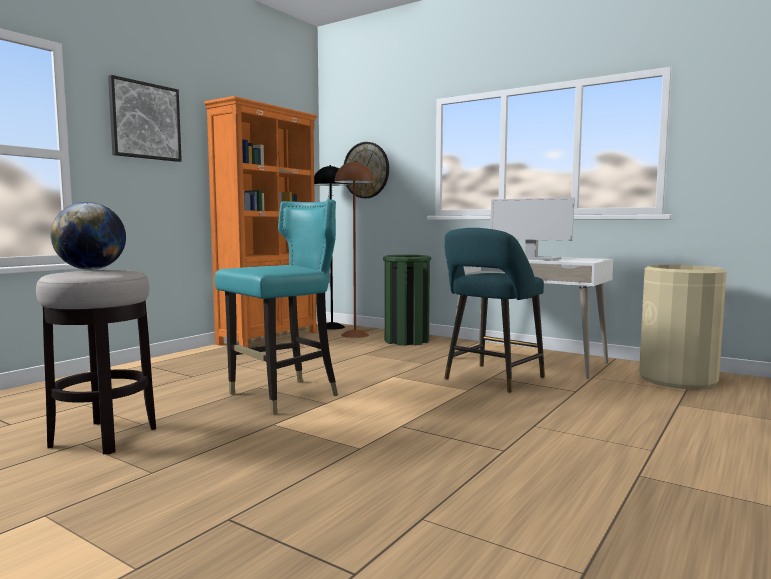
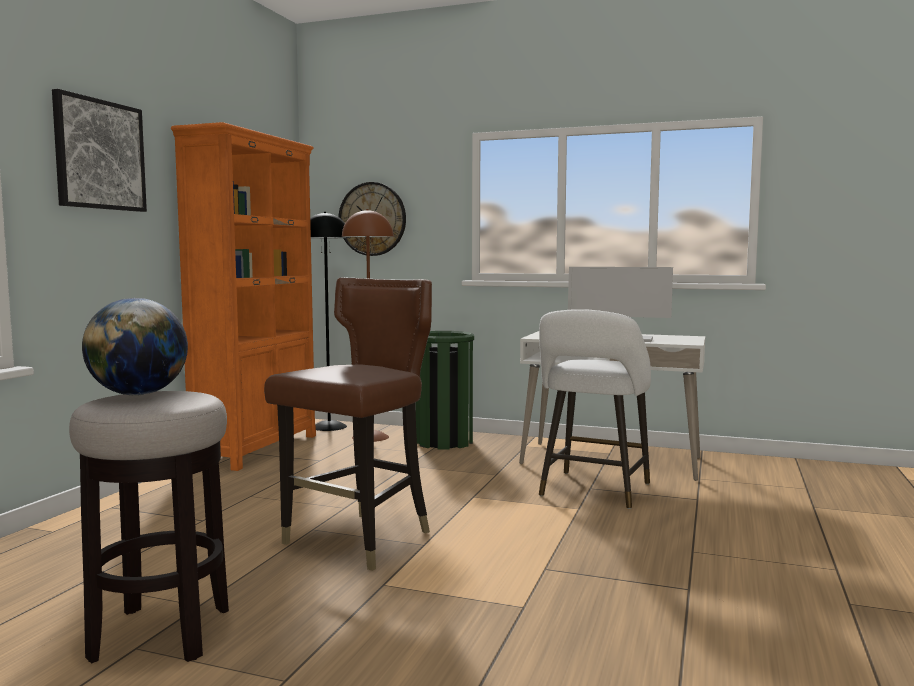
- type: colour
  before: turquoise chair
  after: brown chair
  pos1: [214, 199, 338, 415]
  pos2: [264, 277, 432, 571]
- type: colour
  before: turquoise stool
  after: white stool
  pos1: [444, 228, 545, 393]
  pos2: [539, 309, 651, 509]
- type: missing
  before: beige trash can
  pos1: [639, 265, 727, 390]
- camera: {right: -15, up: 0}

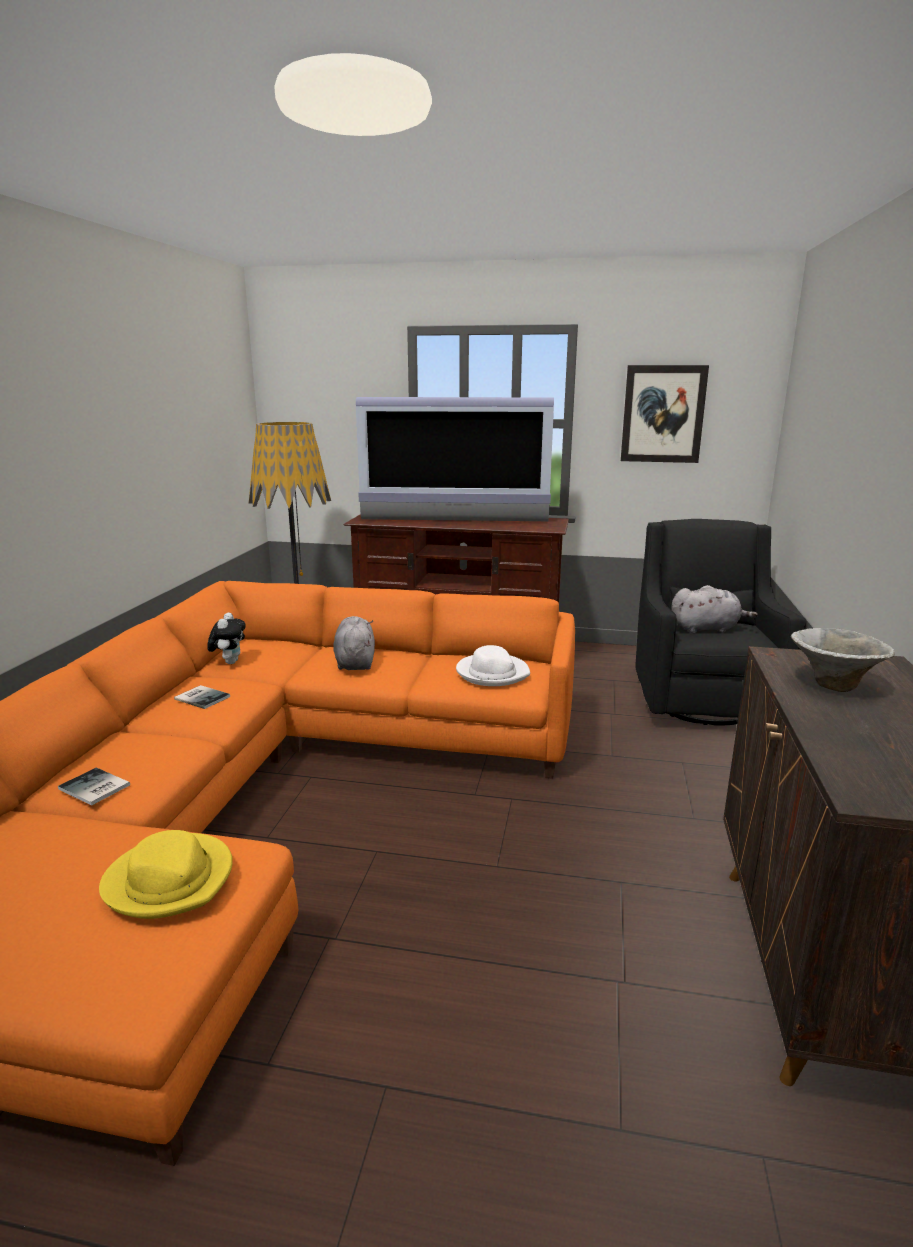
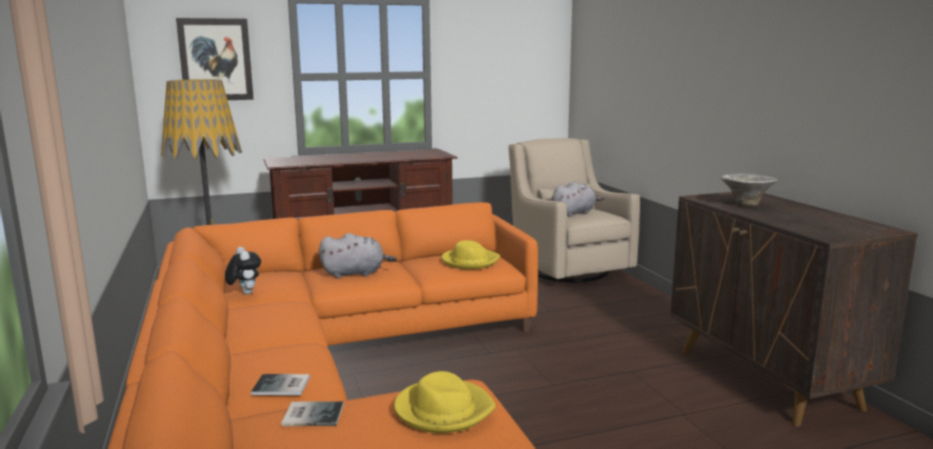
- type: relocated
  before: book
  pos1: [174, 685, 230, 709]
  pos2: [281, 401, 344, 426]
- type: spun
  before: grey plush toy
  pos1: [333, 616, 375, 670]
  pos2: [319, 233, 397, 278]
  turn: 120
- type: missing
  before: television
  pos1: [356, 397, 554, 521]
- type: colour
  before: white hat
  after: yellow hat
  pos1: [456, 645, 530, 686]
  pos2: [441, 240, 500, 269]
- type: relocated
  before: picture
  pos1: [621, 365, 709, 463]
  pos2: [176, 18, 254, 100]
- type: colour
  before: black armchair
  after: beige armchair
  pos1: [636, 519, 806, 726]
  pos2: [509, 138, 640, 283]
- camera: {right: -30, up: -5}

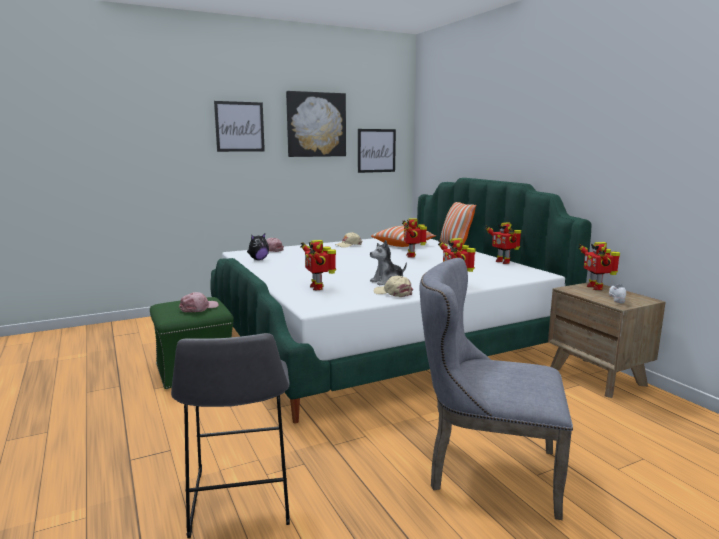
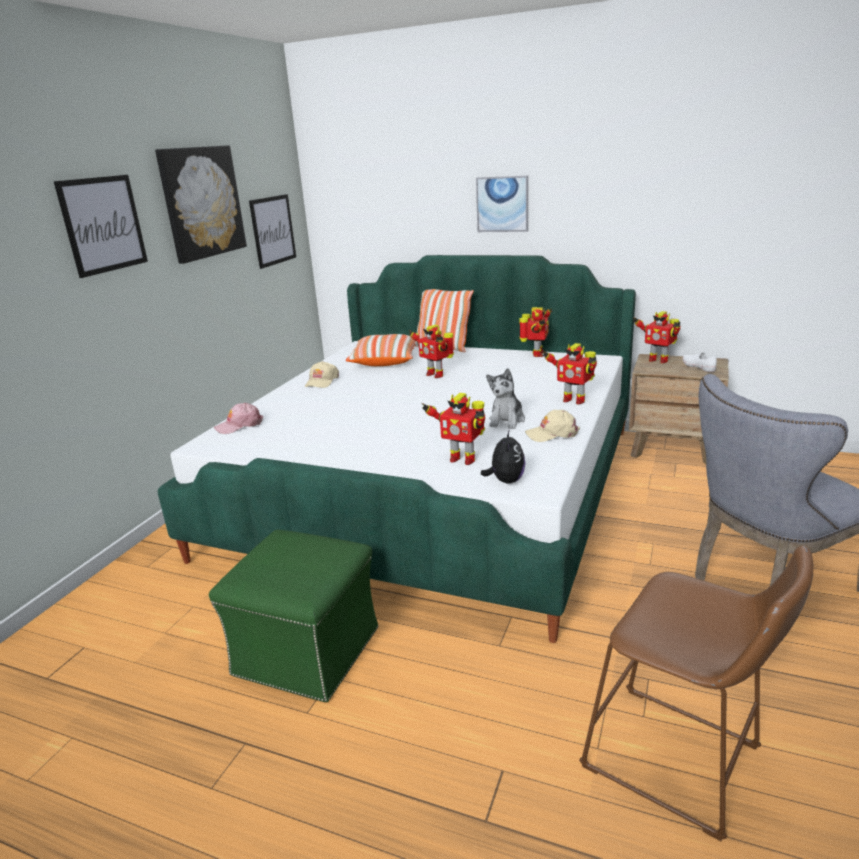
- type: colour
  before: grey stool
  after: brown stool
  pos1: [171, 333, 290, 538]
  pos2: [579, 545, 813, 841]
- type: missing
  before: pink cap
  pos1: [179, 292, 219, 312]
- type: relocated
  before: plush toy
  pos1: [247, 233, 269, 260]
  pos2: [481, 429, 525, 484]
- type: spun
  before: toy robot
  pos1: [486, 222, 521, 264]
  pos2: [519, 307, 552, 357]
  turn: -90
- type: appeared
  after: picture
  pos2: [476, 176, 528, 232]
- camera: {right: -40, up: 10}

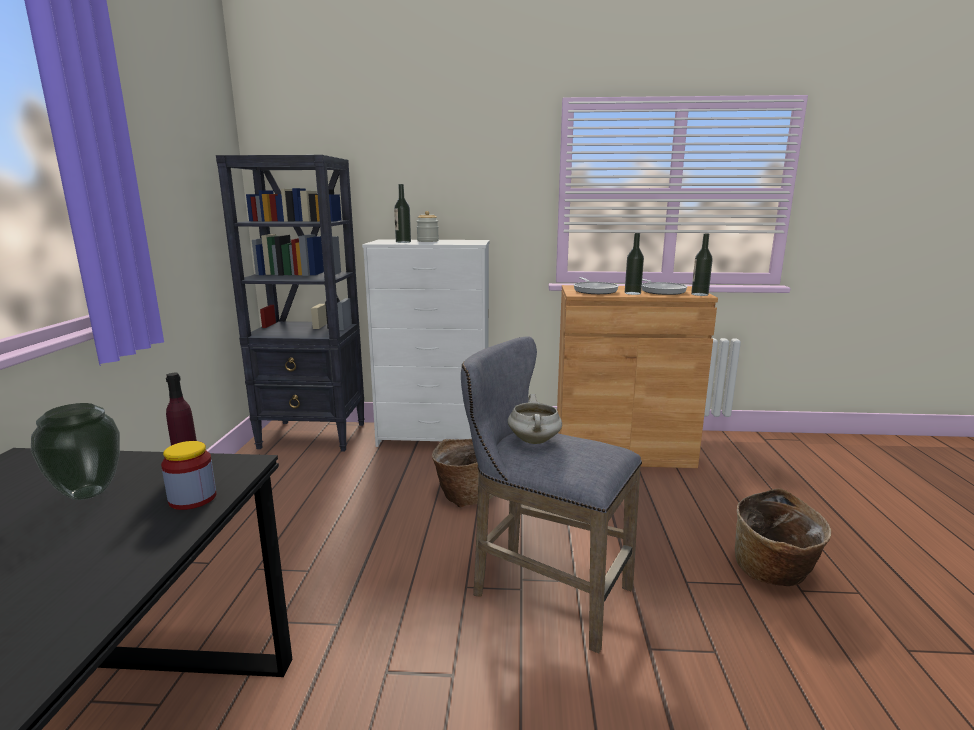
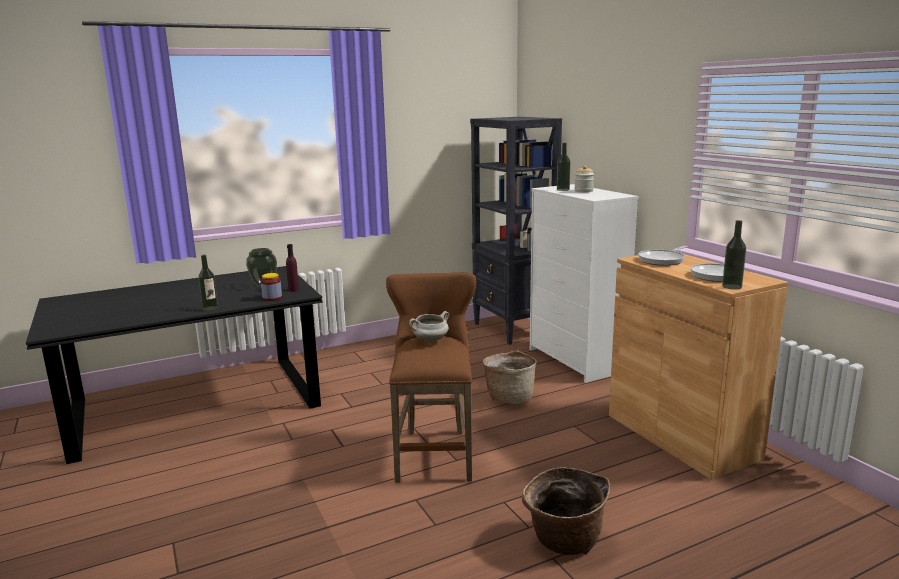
- type: colour
  before: grey stool
  after: brown stool
  pos1: [461, 336, 642, 653]
  pos2: [386, 273, 477, 483]
- type: relocated
  before: bottle
  pos1: [625, 233, 644, 295]
  pos2: [198, 255, 218, 311]
- camera: {right: 60, up: 0}

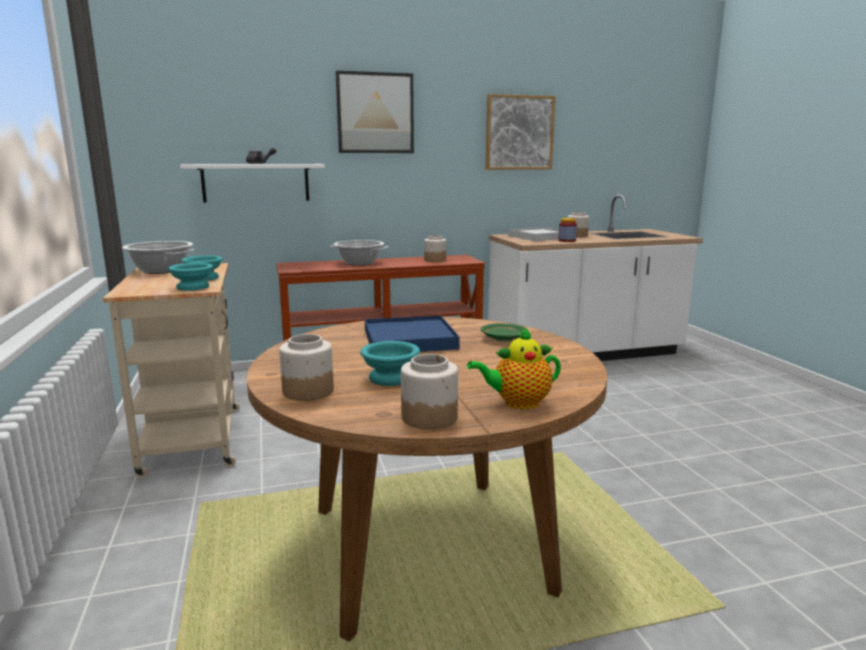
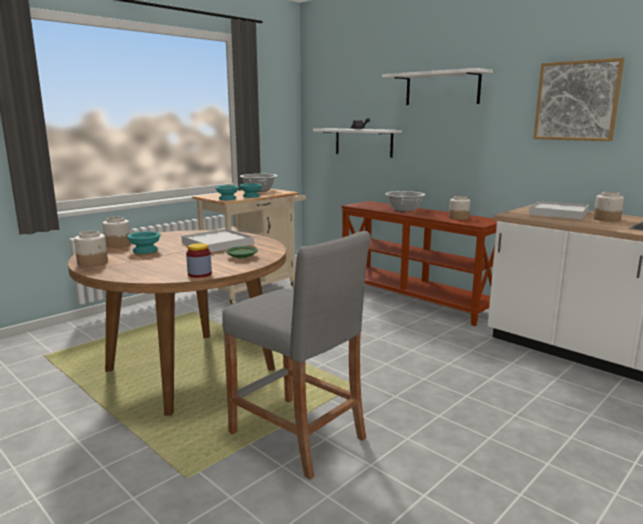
- type: exchanged
  before: picture
  after: white shelf
  pos1: [335, 71, 414, 153]
  pos2: [382, 68, 493, 105]
- type: colour
  before: blue tray
  after: white tray
  pos1: [365, 315, 460, 352]
  pos2: [181, 229, 254, 252]
- type: missing
  before: teapot
  pos1: [467, 327, 561, 409]
- type: relocated
  before: jar
  pos1: [558, 218, 577, 242]
  pos2: [186, 243, 212, 278]
- type: appeared
  after: grey stool
  pos2: [222, 231, 371, 480]
- camera: {right: 60, up: 0}

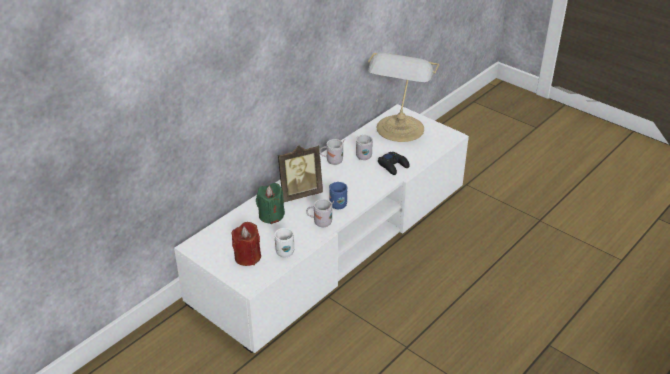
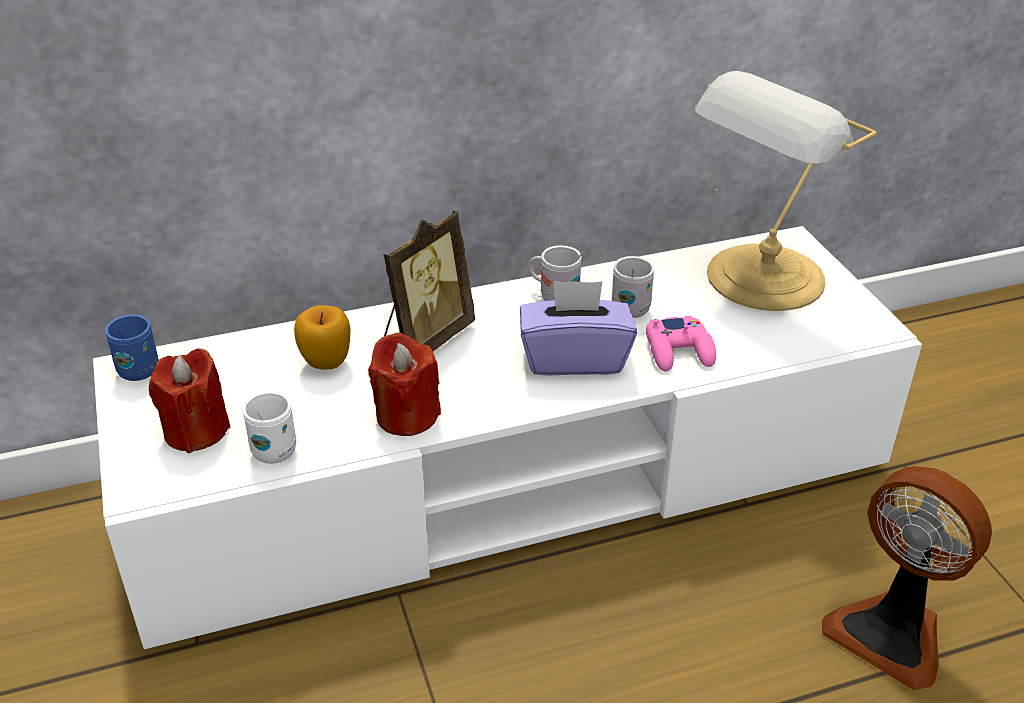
- type: exchanged
  before: green candle
  after: apple
  pos1: [256, 183, 285, 224]
  pos2: [294, 305, 351, 369]
- type: spun
  before: picture frame
  pos1: [278, 145, 323, 202]
  pos2: [384, 211, 475, 351]
  turn: -60
- type: exchanged
  before: white mug
  after: red candle
  pos1: [306, 199, 334, 227]
  pos2: [368, 332, 441, 436]
- type: relocated
  before: blue mug
  pos1: [329, 182, 347, 209]
  pos2: [105, 314, 159, 381]
- type: colour
  before: black game controller
  after: pink game controller
  pos1: [378, 152, 410, 175]
  pos2: [646, 316, 716, 371]
- type: appeared
  after: purple tissue box
  pos2: [520, 280, 637, 376]
- type: appeared
  after: fan
  pos2: [822, 466, 992, 690]
- camera: {right: 30, up: 0}

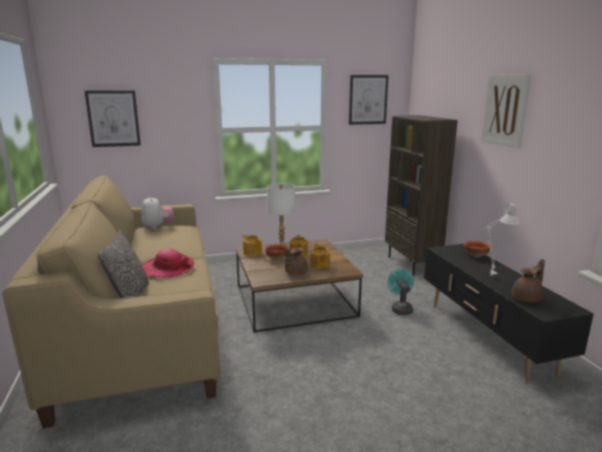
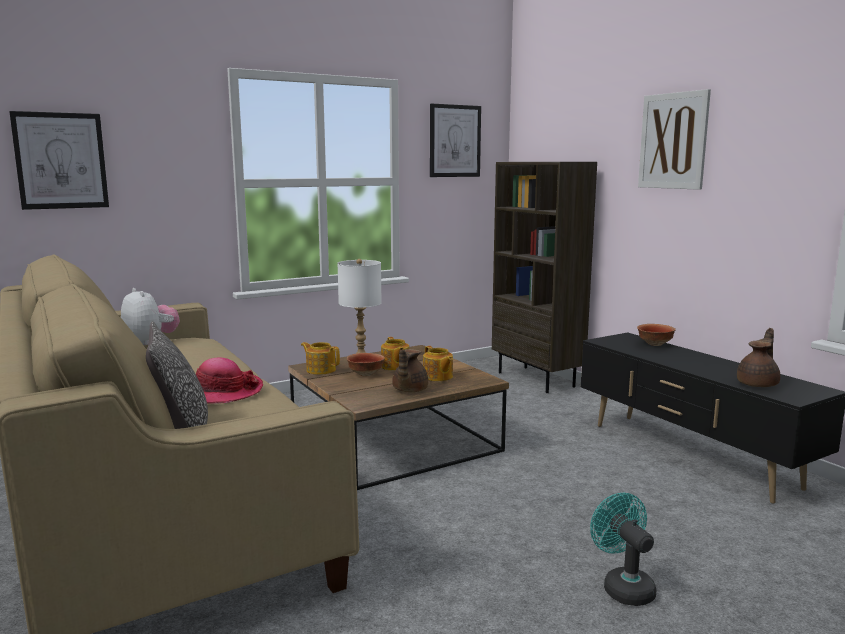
- type: relocated
  before: turquoise fan
  pos1: [387, 269, 414, 315]
  pos2: [590, 493, 656, 606]
- type: missing
  before: grey table lamp
  pos1: [481, 203, 520, 276]
- camera: {right: -15, up: -5}

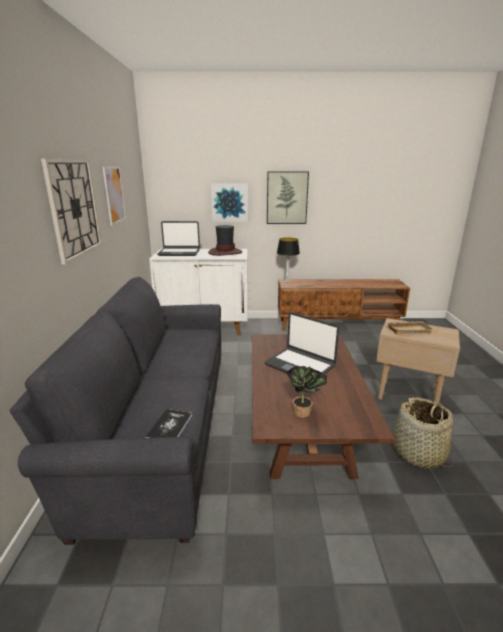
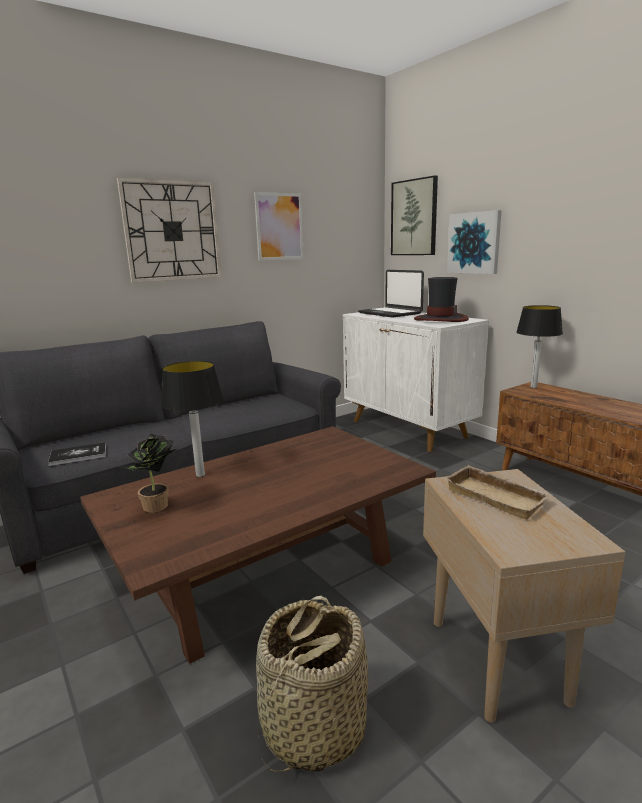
- type: missing
  before: laptop
  pos1: [264, 312, 339, 377]
- type: relocated
  before: picture
  pos1: [267, 172, 309, 224]
  pos2: [391, 175, 438, 255]
- type: appeared
  after: table lamp
  pos2: [160, 361, 223, 477]
- camera: {right: 55, up: -5}

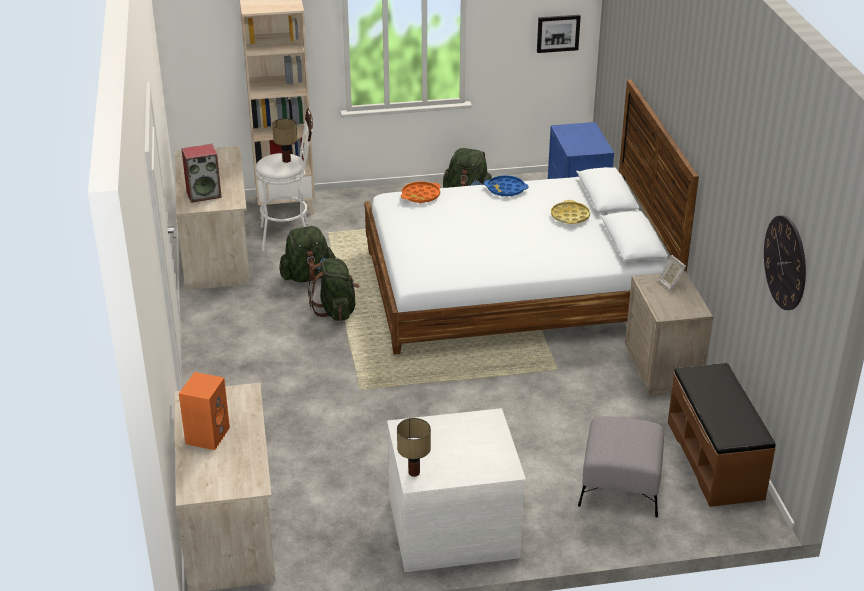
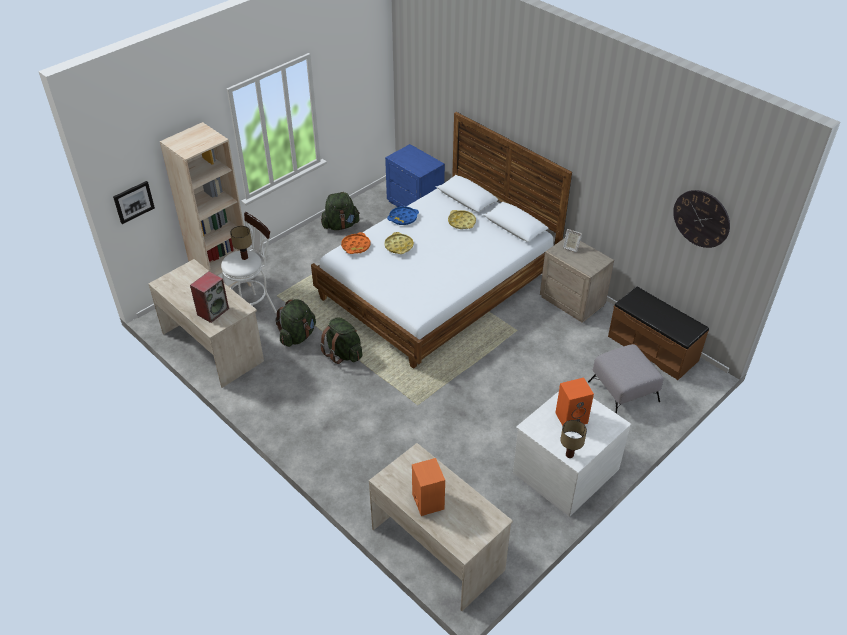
- type: relocated
  before: picture
  pos1: [537, 15, 581, 53]
  pos2: [113, 181, 155, 224]
- type: appeared
  after: yellow tray
  pos2: [384, 232, 414, 254]
- type: appeared
  after: orange speaker
  pos2: [555, 378, 594, 426]
- camera: {right: -35, up: 10}

